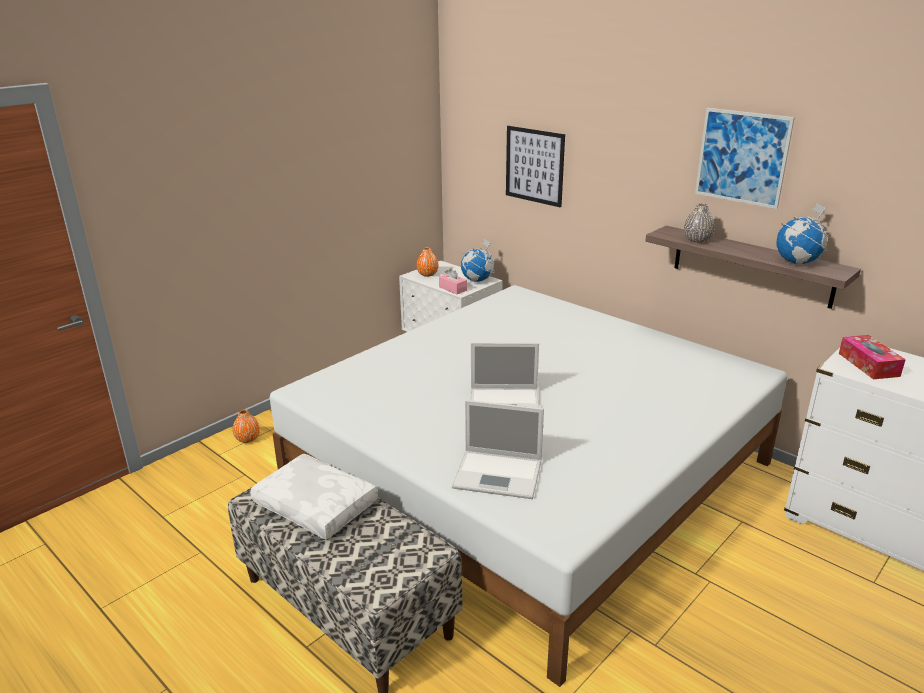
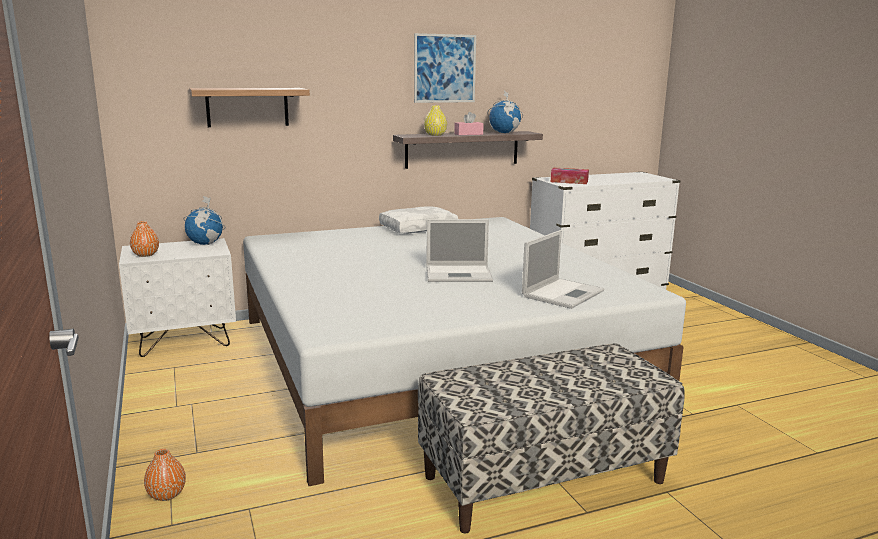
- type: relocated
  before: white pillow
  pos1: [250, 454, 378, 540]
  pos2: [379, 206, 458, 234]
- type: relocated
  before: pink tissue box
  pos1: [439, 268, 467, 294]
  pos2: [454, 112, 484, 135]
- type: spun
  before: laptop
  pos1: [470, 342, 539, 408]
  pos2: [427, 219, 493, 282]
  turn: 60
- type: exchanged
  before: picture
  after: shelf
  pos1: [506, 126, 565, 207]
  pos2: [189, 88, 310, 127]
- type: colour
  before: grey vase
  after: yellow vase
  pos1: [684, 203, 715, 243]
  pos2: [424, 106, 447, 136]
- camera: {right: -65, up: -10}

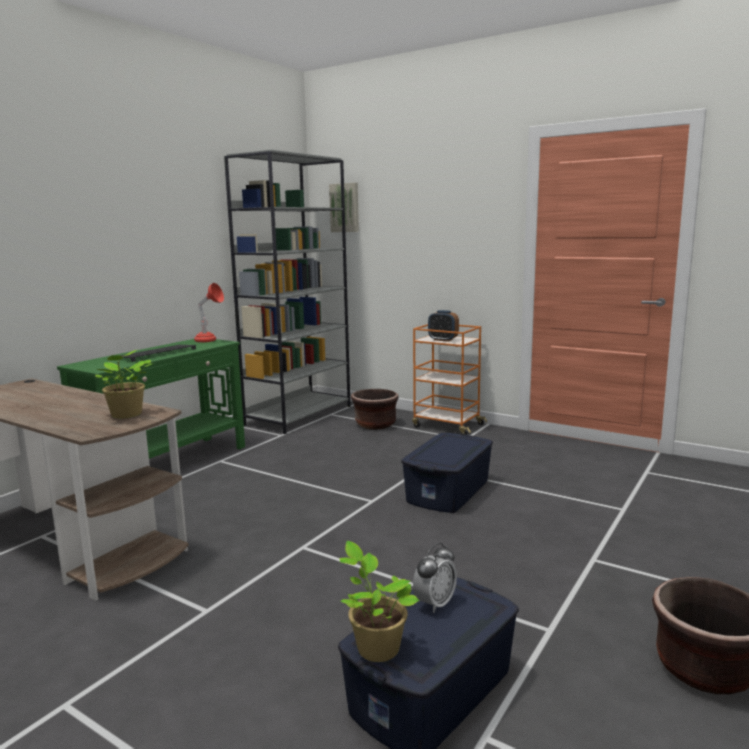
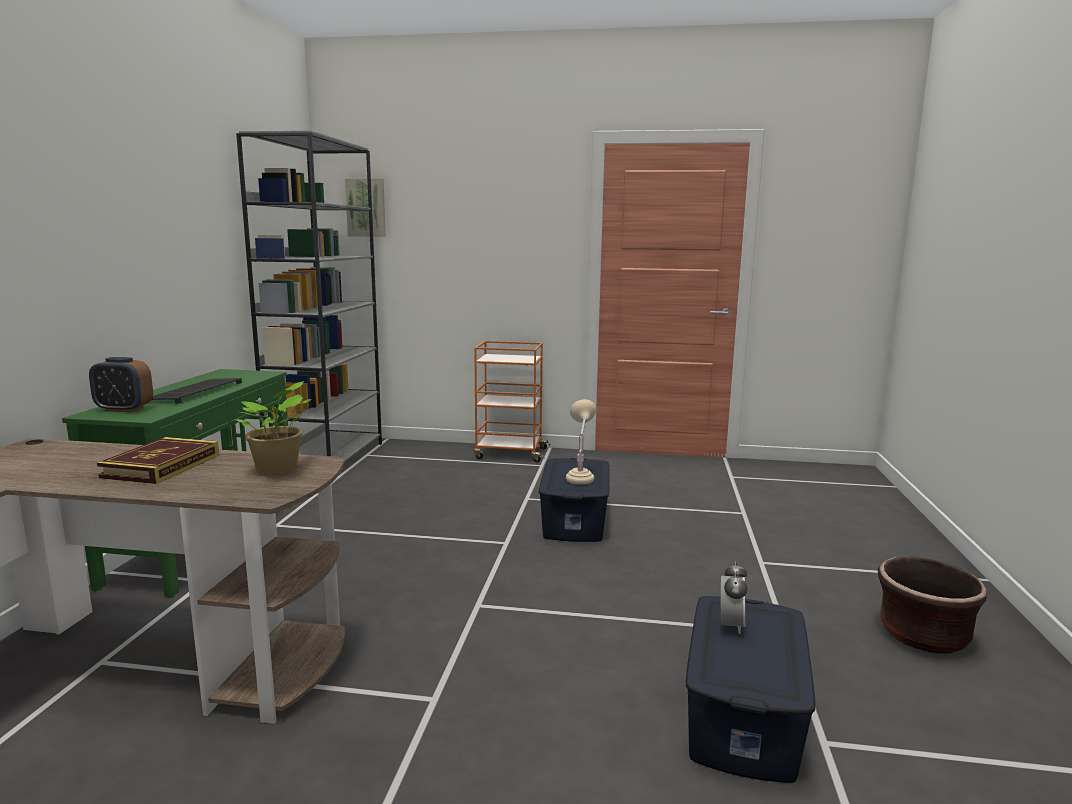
- type: missing
  before: red table lamp
  pos1: [194, 283, 224, 342]
- type: missing
  before: potted plant
  pos1: [340, 541, 419, 662]
- type: missing
  before: brown planter
  pos1: [351, 389, 399, 430]
- type: relocated
  before: alarm clock
  pos1: [428, 310, 459, 342]
  pos2: [89, 357, 153, 412]
- type: appeared
  after: book
  pos2: [97, 437, 219, 484]
- type: appeared
  after: beige table lamp
  pos2: [566, 399, 596, 485]
- camera: {right: -25, up: 0}

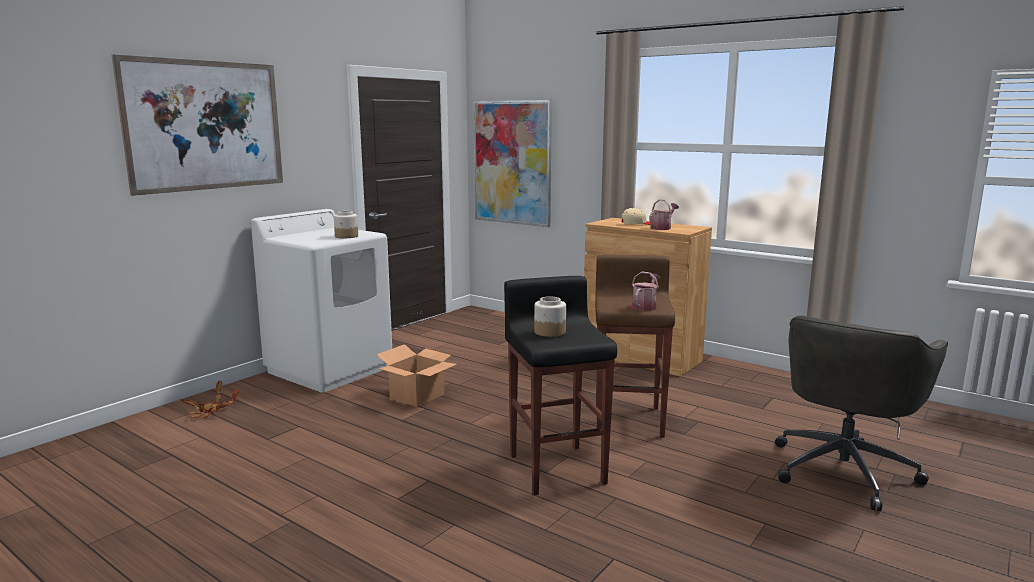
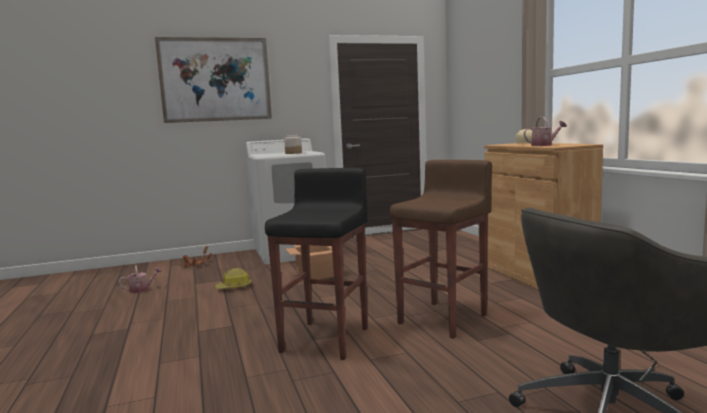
- type: missing
  before: picture
  pos1: [473, 100, 552, 227]
- type: missing
  before: jar
  pos1: [534, 297, 566, 337]
- type: relocated
  before: watering can
  pos1: [632, 272, 660, 311]
  pos2: [119, 265, 162, 293]
- type: appeared
  after: hard hat
  pos2: [215, 268, 251, 289]
- camera: {right: 35, up: -5}

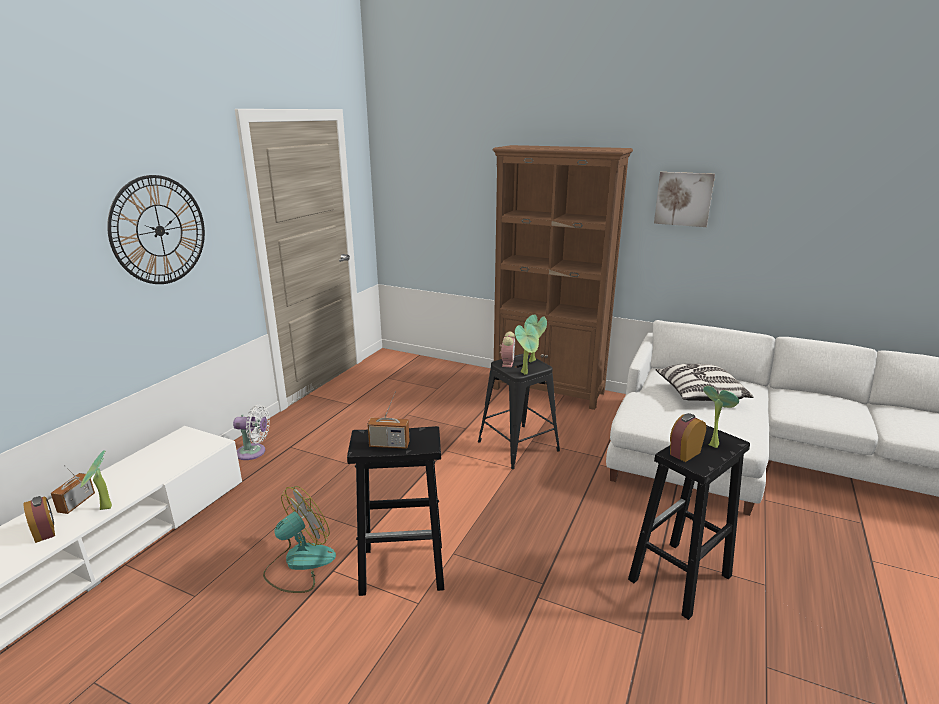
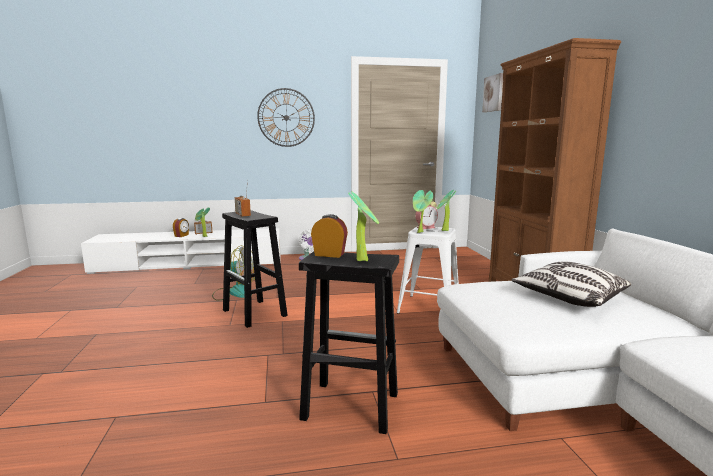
- type: colour
  before: black stool
  after: white stool
  pos1: [478, 354, 560, 469]
  pos2: [397, 226, 459, 314]
- type: relocated
  before: picture
  pos1: [654, 172, 715, 227]
  pos2: [482, 73, 503, 112]
- camera: {right: 55, up: -10}

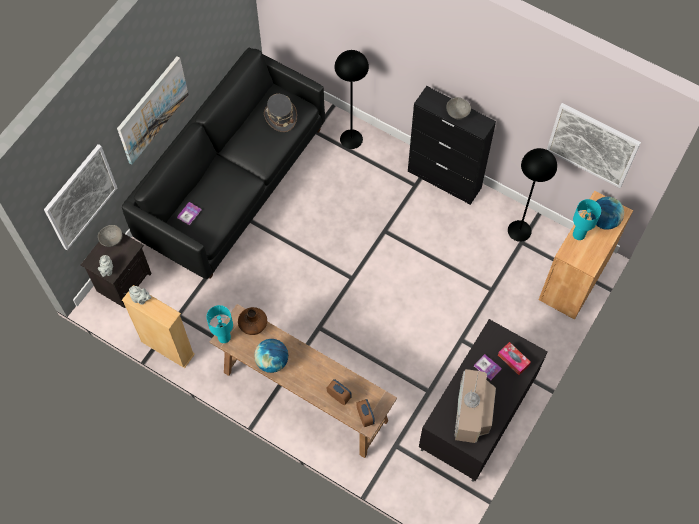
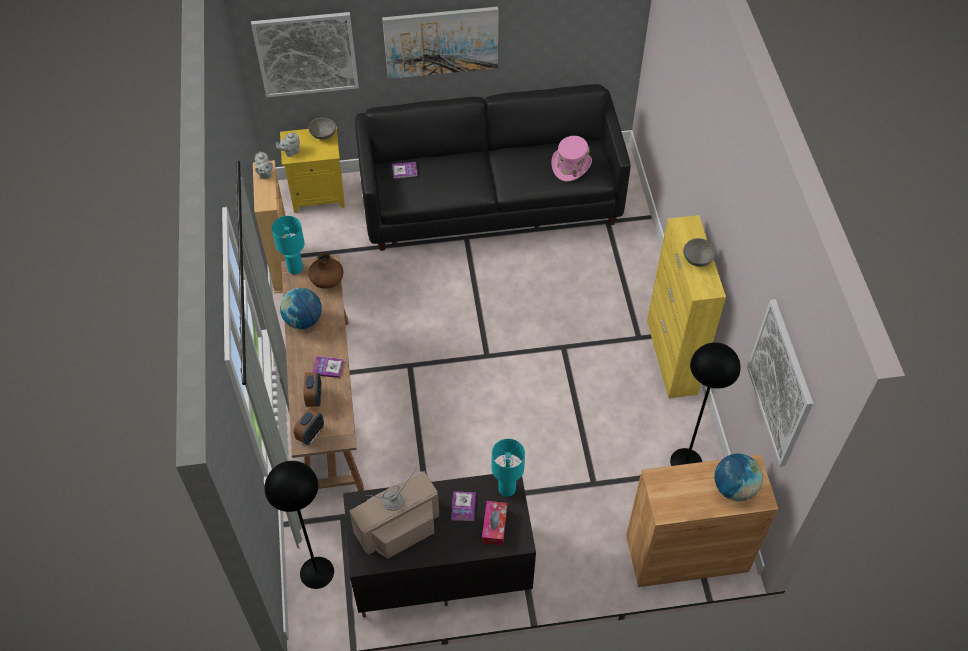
- type: colour
  before: black nightstand
  after: yellow nightstand
  pos1: [81, 233, 152, 308]
  pos2: [280, 126, 345, 213]
- type: colour
  before: grey hat
  after: pink hat
  pos1: [264, 94, 297, 132]
  pos2: [552, 136, 592, 181]
- type: relocated
  before: black floor lamp
  pos1: [334, 50, 369, 149]
  pos2: [265, 461, 334, 589]
- type: colour
  before: black cabinet
  after: yellow cabinet
  pos1: [408, 86, 496, 205]
  pos2: [647, 215, 726, 398]
- type: relocated
  before: turquoise table lamp
  pos1: [573, 199, 601, 240]
  pos2: [492, 439, 525, 497]
- type: appeared
  after: book
  pos2: [312, 356, 343, 378]
- camera: {right: 50, up: -10}

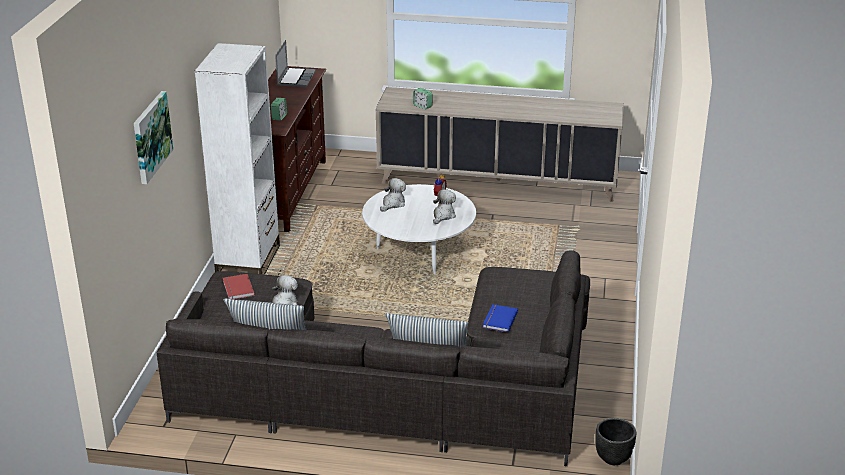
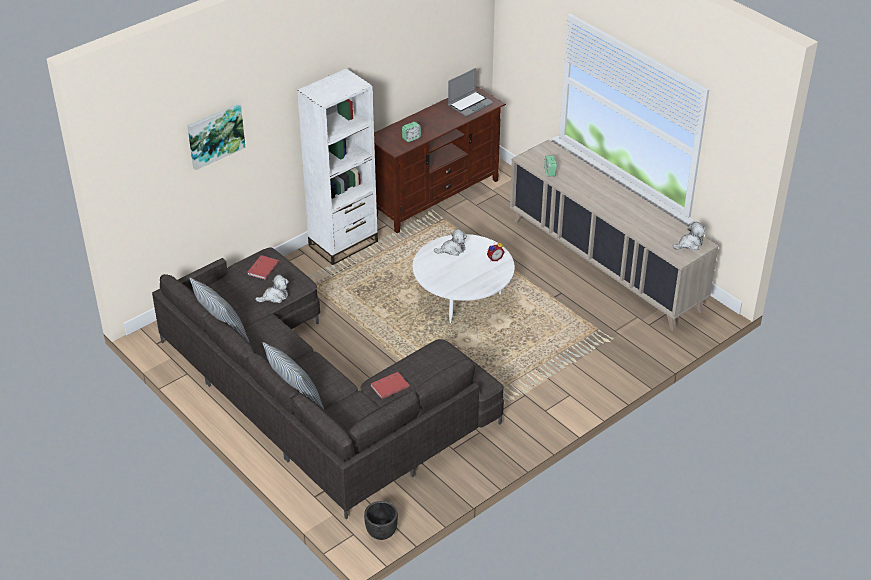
- type: relocated
  before: plush toy
  pos1: [433, 189, 456, 224]
  pos2: [673, 222, 706, 250]
- type: colour
  before: blue book
  after: red book
  pos1: [483, 304, 518, 332]
  pos2: [371, 372, 410, 399]
- camera: {right: 40, up: 10}

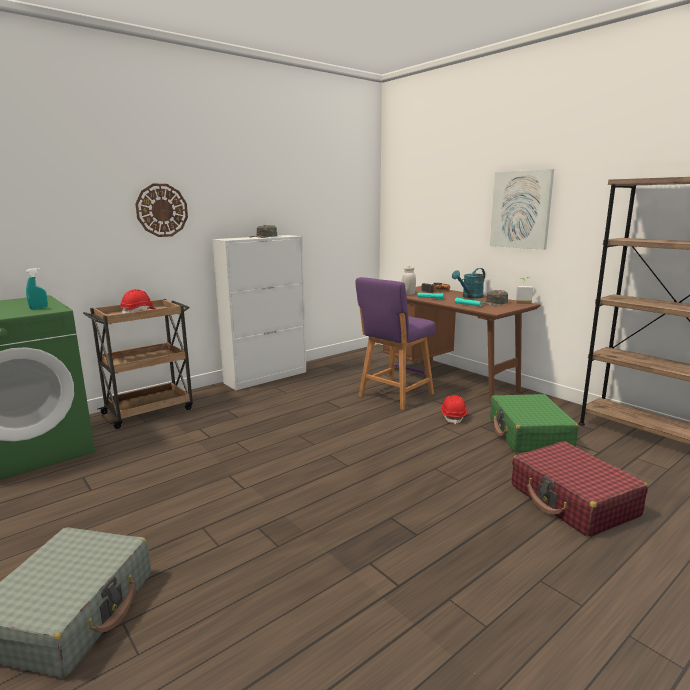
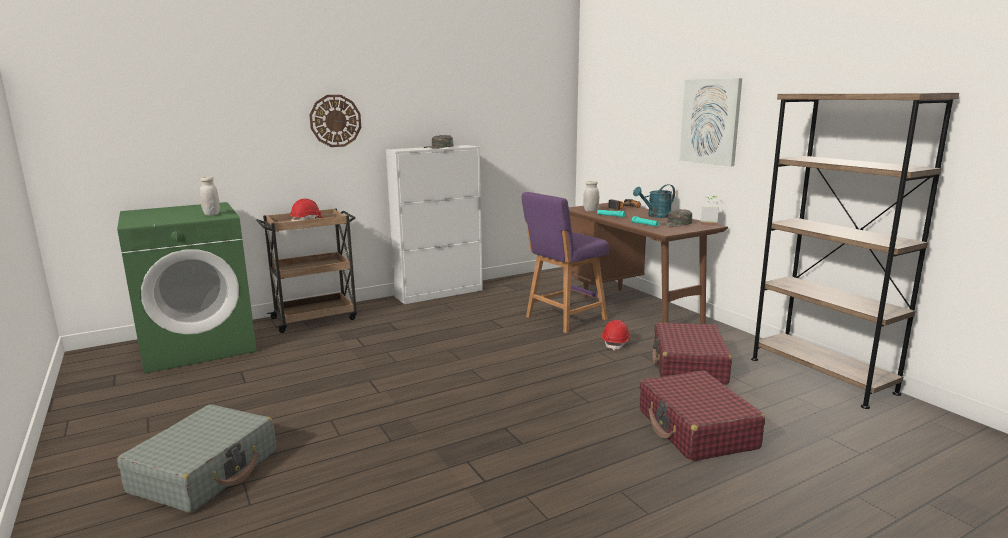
- type: exchanged
  before: turquoise spray bottle
  after: white jar
  pos1: [26, 268, 48, 310]
  pos2: [200, 177, 220, 216]
- type: colour
  before: green suitcase
  after: red suitcase
  pos1: [490, 394, 579, 452]
  pos2: [653, 322, 732, 385]
- camera: {right: 10, up: 0}

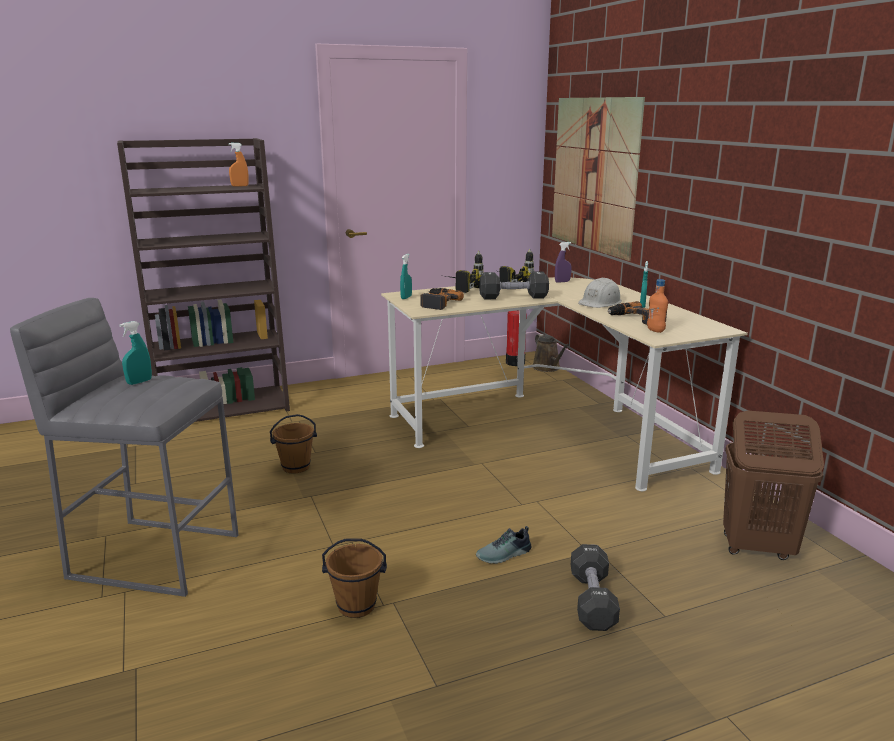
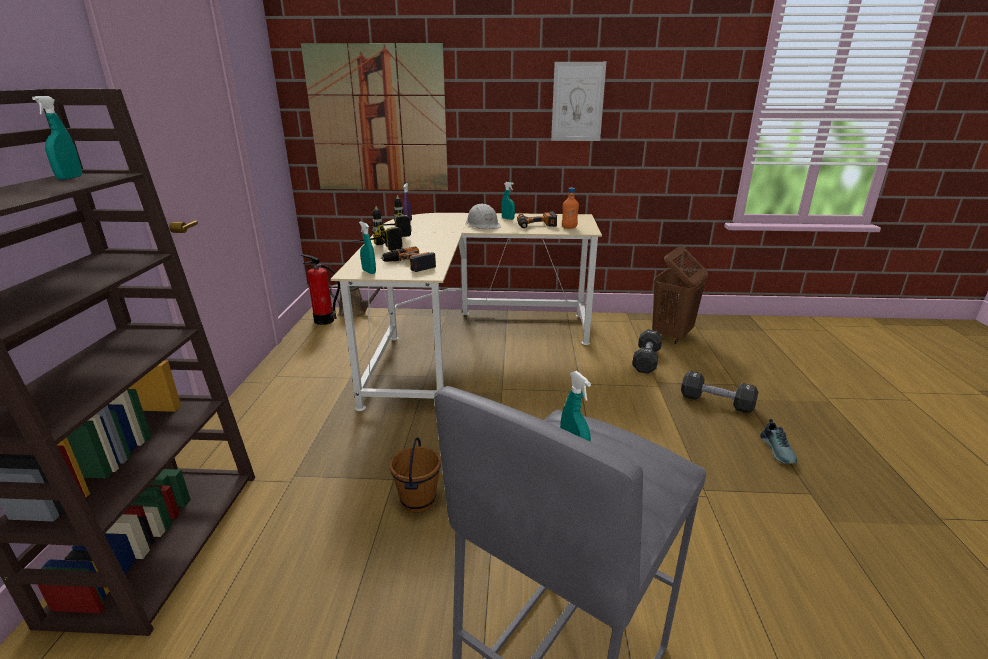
- type: colour
  before: orange spray bottle
  after: turquoise spray bottle
  pos1: [229, 143, 249, 187]
  pos2: [32, 96, 82, 180]
- type: missing
  before: brown bucket
  pos1: [322, 538, 387, 618]
- type: relocated
  before: shoe
  pos1: [476, 526, 531, 564]
  pos2: [760, 419, 798, 464]
- type: relocated
  before: black dumbbell
  pos1: [479, 271, 549, 299]
  pos2: [632, 329, 663, 374]
- type: appeared
  after: picture
  pos2: [551, 62, 606, 141]
- camera: {right: -65, up: 5}

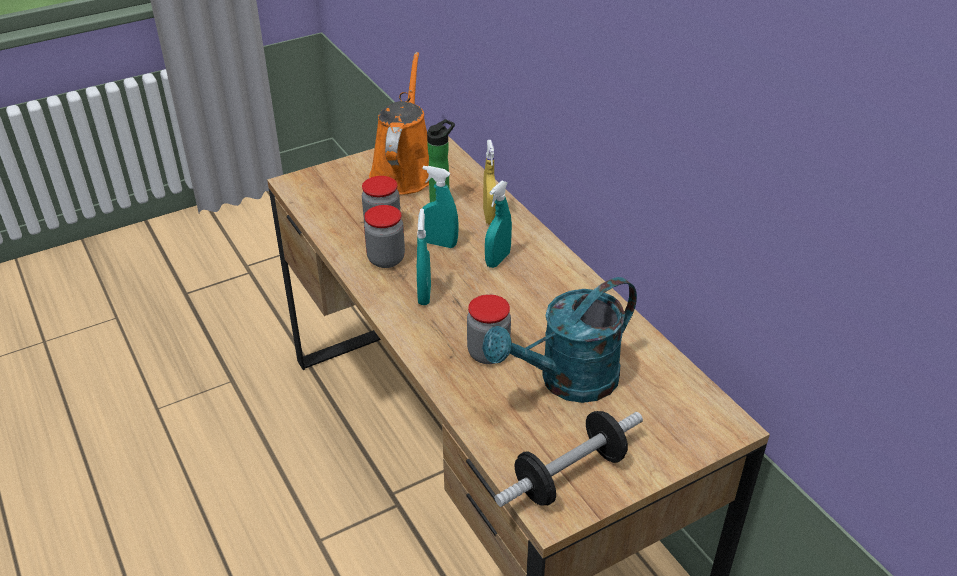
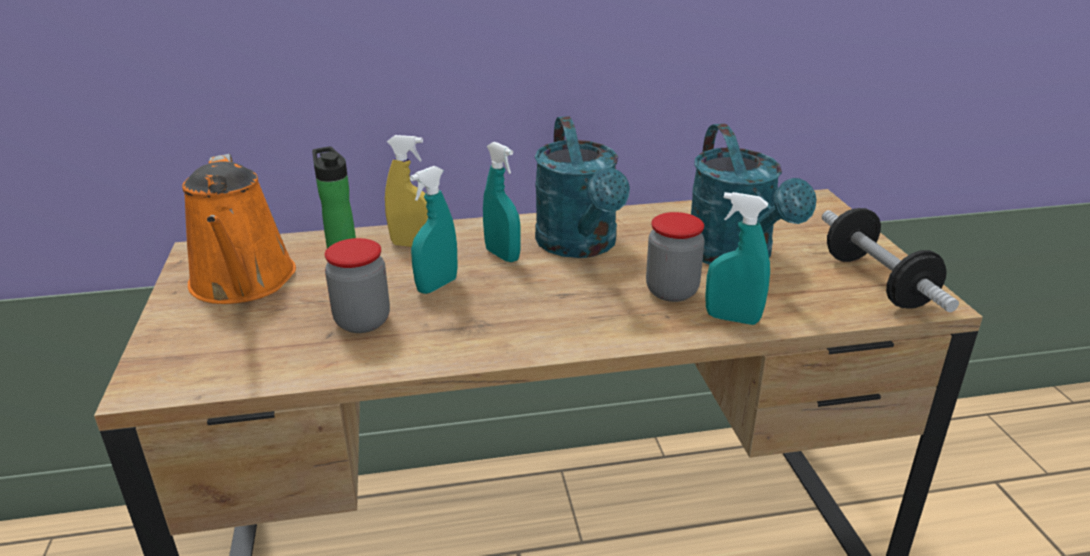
- type: missing
  before: jar
  pos1: [364, 205, 405, 268]
- type: spun
  before: orange watering can
  pos1: [369, 52, 429, 195]
  pos2: [182, 154, 296, 304]
  turn: -135
- type: relocated
  before: turquoise spray bottle
  pos1: [417, 208, 431, 305]
  pos2: [705, 192, 770, 325]
- type: appeared
  after: turquoise watering can
  pos2: [535, 116, 630, 258]
- camera: {right: -70, up: -10}

